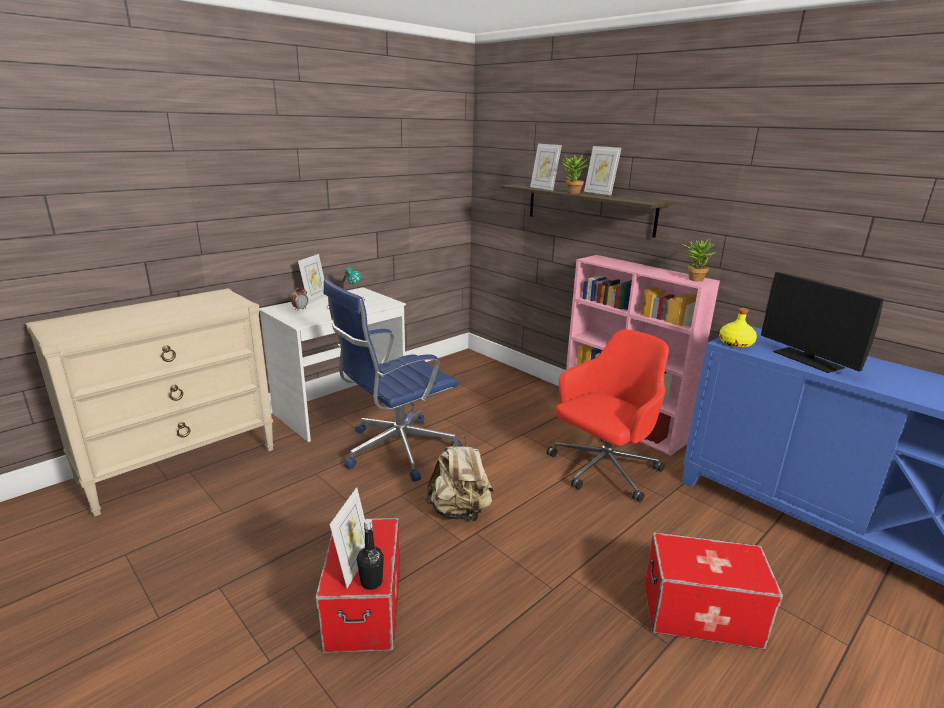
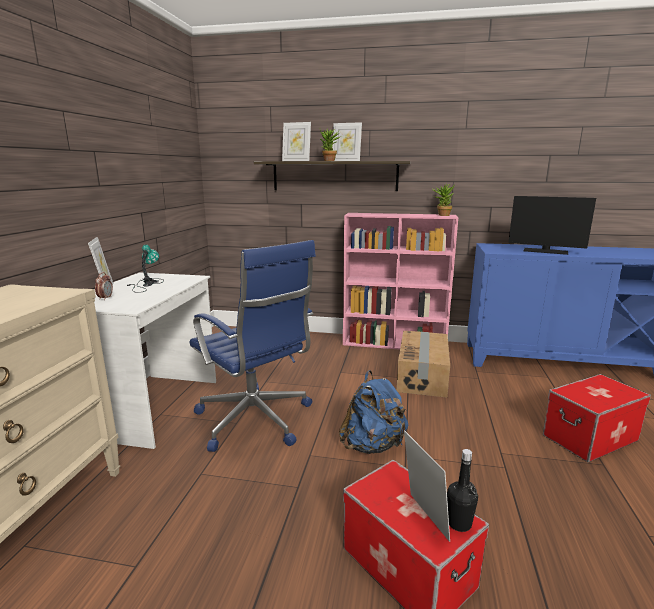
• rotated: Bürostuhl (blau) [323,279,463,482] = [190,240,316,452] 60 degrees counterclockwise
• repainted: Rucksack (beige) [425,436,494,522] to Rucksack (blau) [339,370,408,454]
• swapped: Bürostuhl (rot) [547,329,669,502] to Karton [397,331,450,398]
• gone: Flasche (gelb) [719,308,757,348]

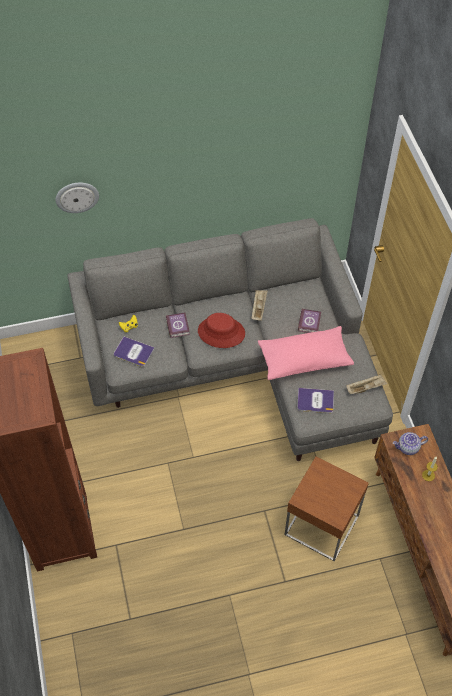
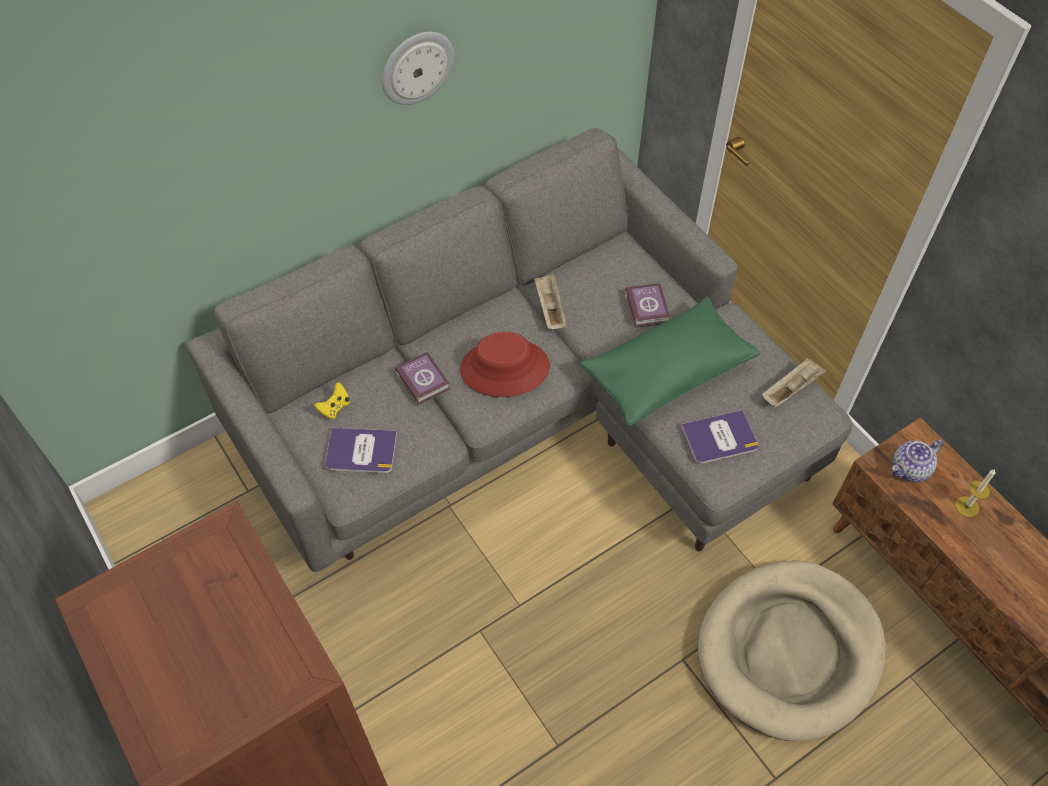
• shifted: Wanduhr [56,183,99,213] to [382,32,454,105]
• repainted: Kissen (rosa) [258,326,354,380] to Kissen (grün) [580,297,760,426]
• swapped: Beistelltisch (braun) [284,456,369,561] to Hundebett (beige) [698,560,886,741]

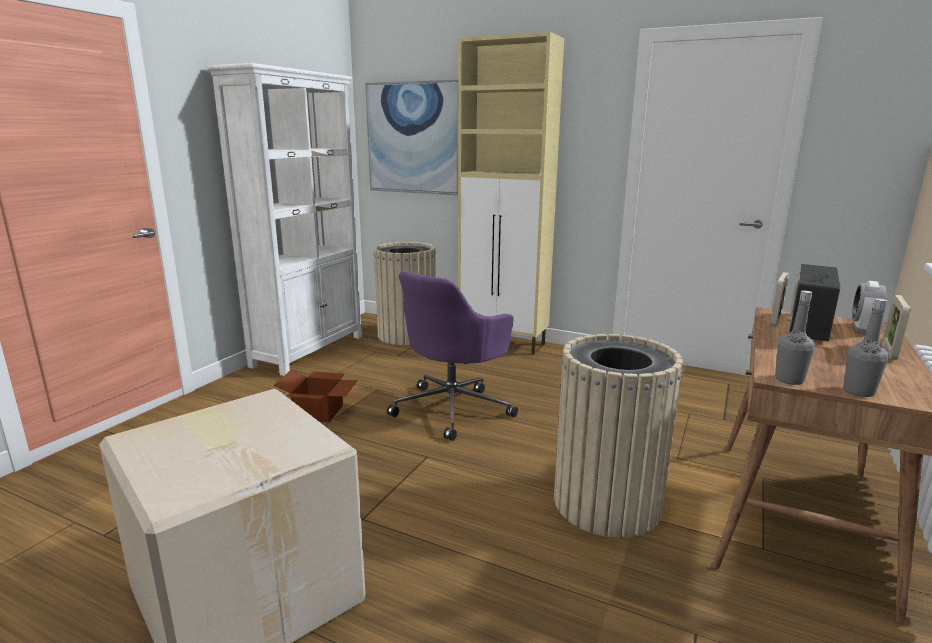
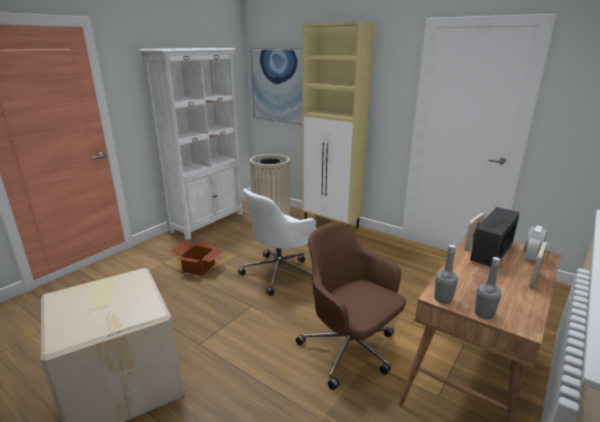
• repainted: Bürostuhl (lila) [387,271,518,441] to Bürostuhl (weiß) [238,188,317,296]
• swapped: Mülleimer (beige) [554,334,683,538] to Bürostuhl (braun) [296,222,406,390]

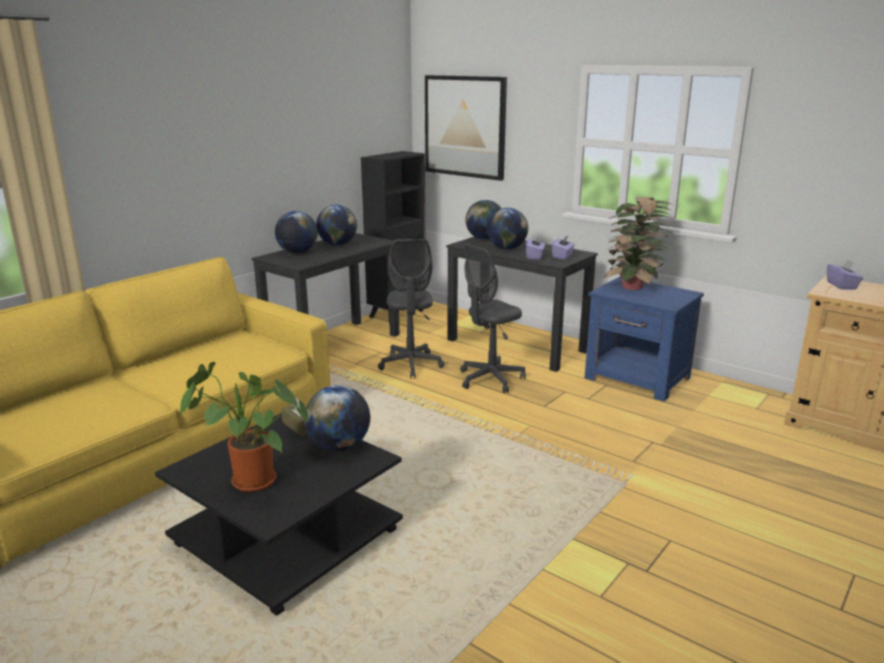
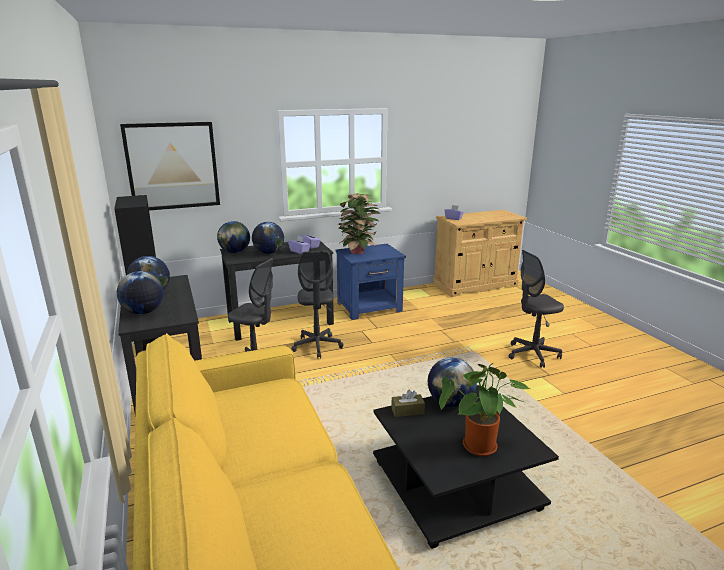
• new: Bürostuhl (grau) [509,250,564,368]

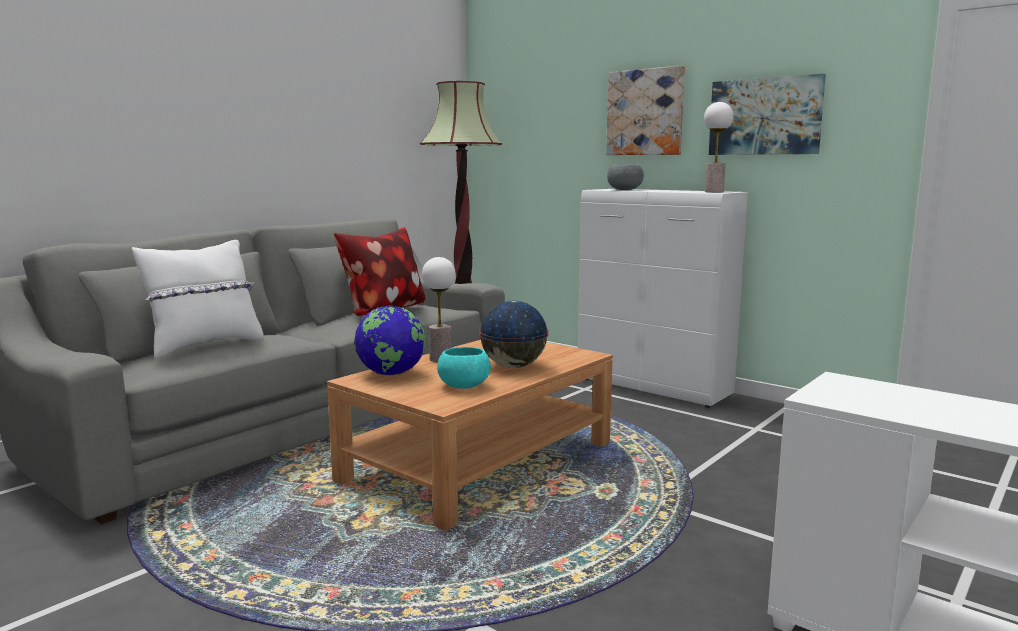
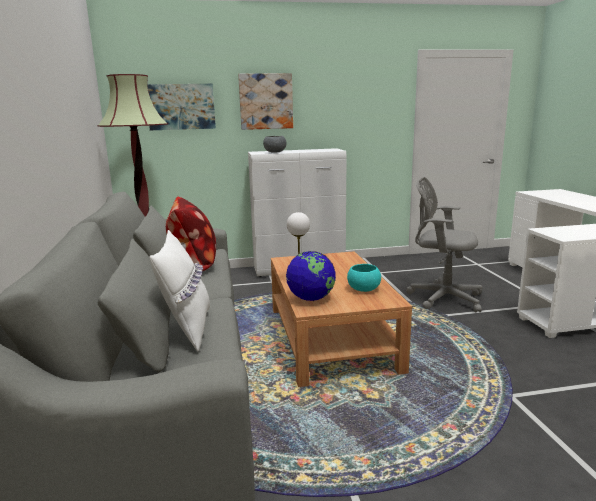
• gone: Globus [479,301,549,368]
• gone: Tischlampe [704,102,733,192]
• shifted: Bild [709,74,826,155] to [147,84,216,130]
• new: Bürostuhl (grau) [406,177,483,313]

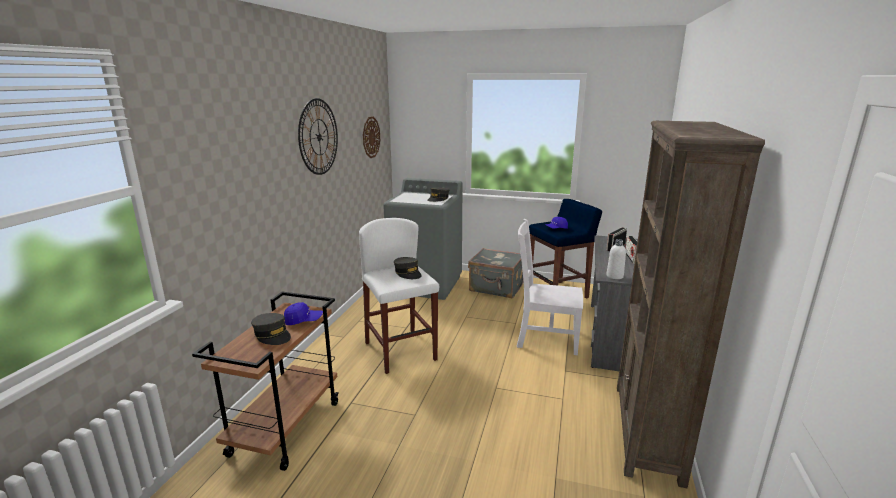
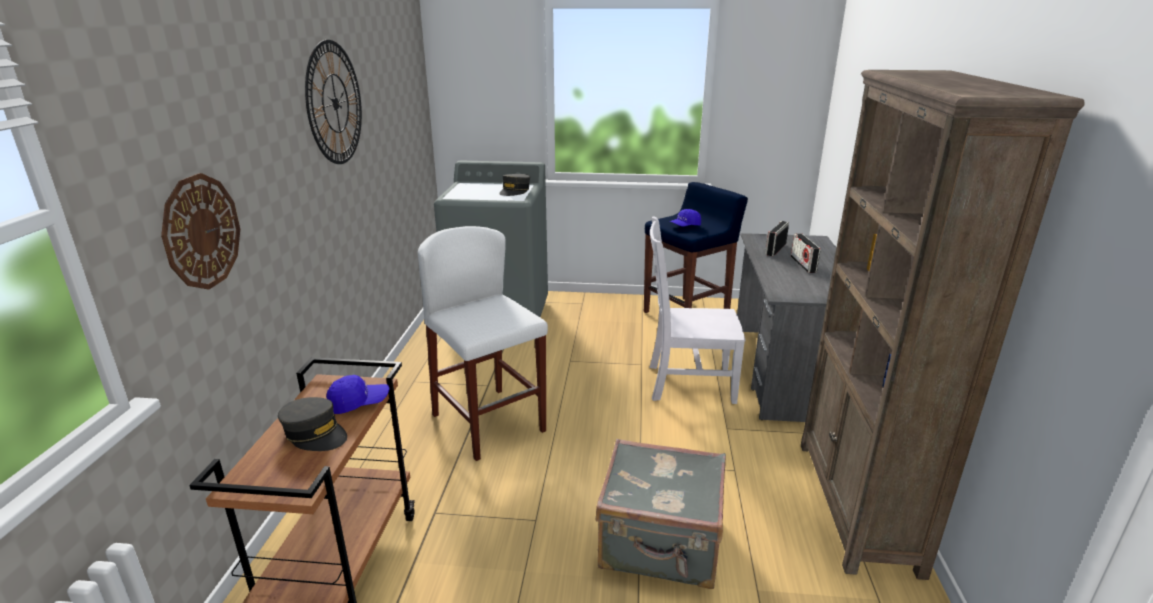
• shifted: Wanduhr [363,117,380,158] to [161,173,240,289]
• gone: Kappe (grau) [394,257,422,279]
• shifted: Koffer (grau) [468,248,523,298] to [596,439,726,589]
• gone: Flasche (weiß) [606,239,626,279]

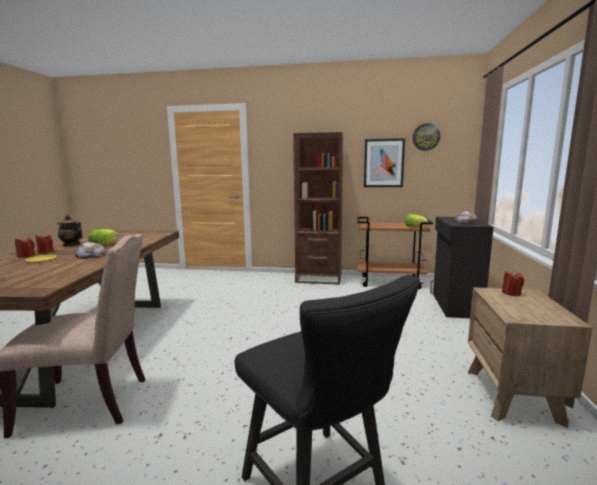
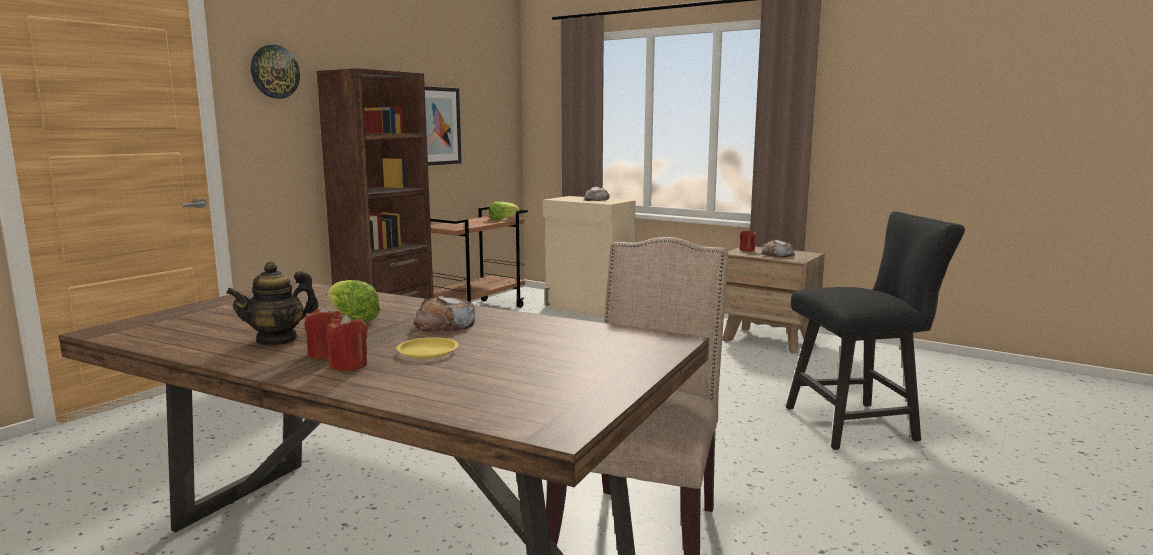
• shifted: Wanduhr [413,123,440,151] to [251,45,300,99]
• repainted: Schrank (schwarz) [430,217,494,318] to Schrank (beige) [543,196,635,317]
• new: Brot [761,240,795,257]

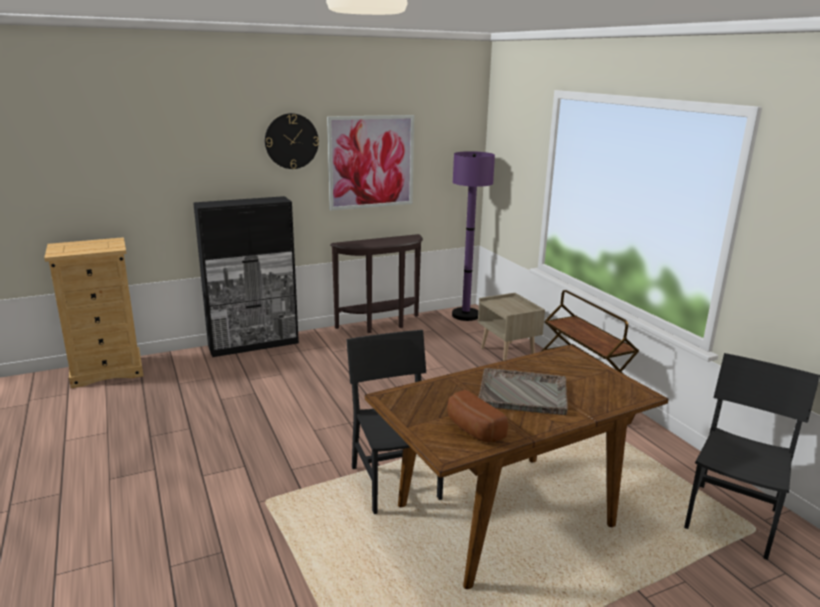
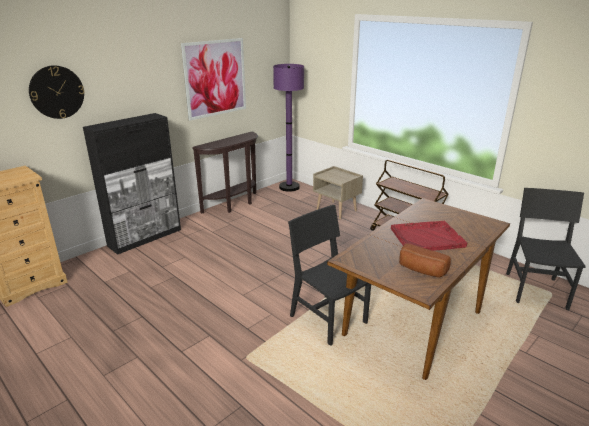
• shifted: Wanduhr [265,113,319,169] to [29,65,84,119]
• repainted: Tablett (grau) [479,368,568,415] to Tablett (rot) [391,221,467,251]

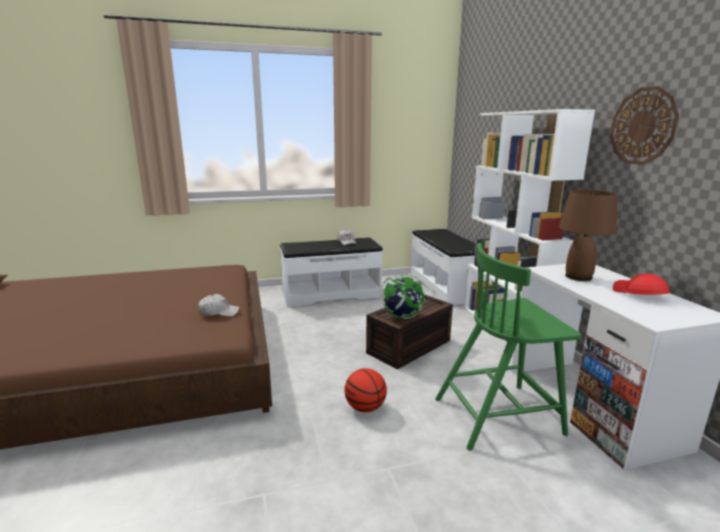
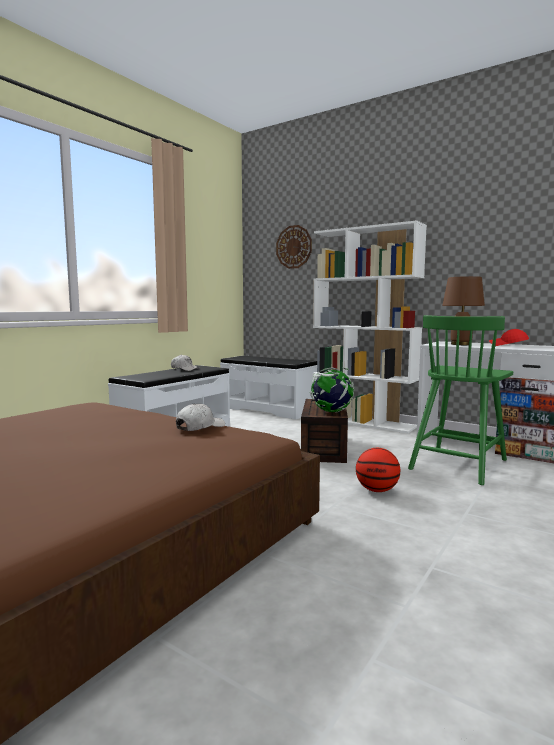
• shifted: Wanduhr [610,86,679,165] to [276,225,312,269]

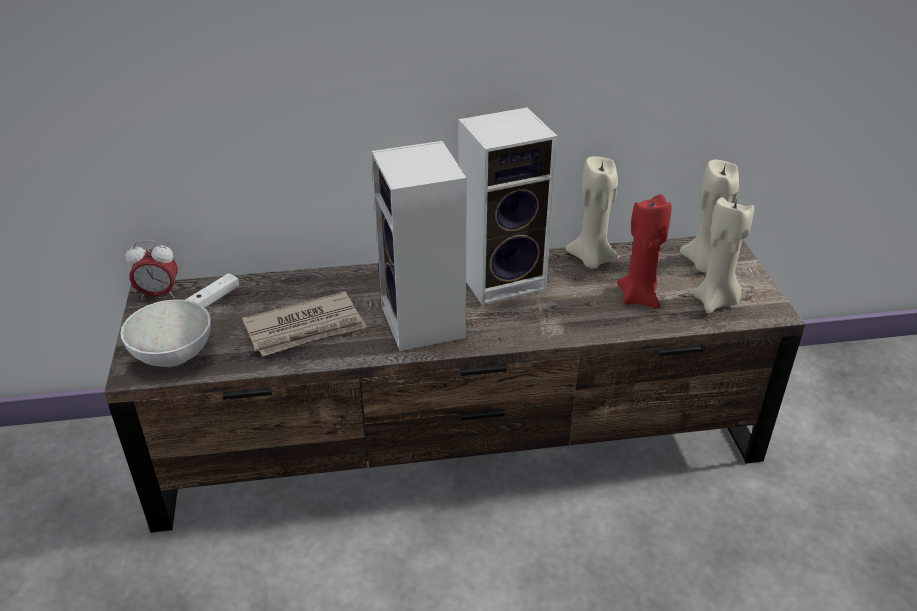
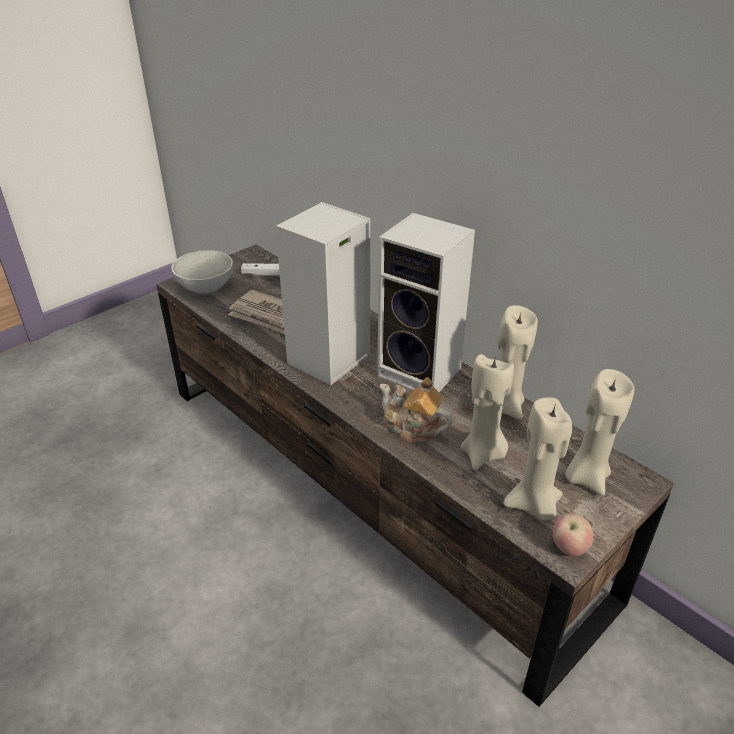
• gone: Wecker [125,241,178,300]
• repainted: Kerze (rot) [617,194,672,309] to Kerze (beige) [461,354,514,470]
• new: Teekanne [380,377,453,443]
• new: Apfel [553,513,594,556]

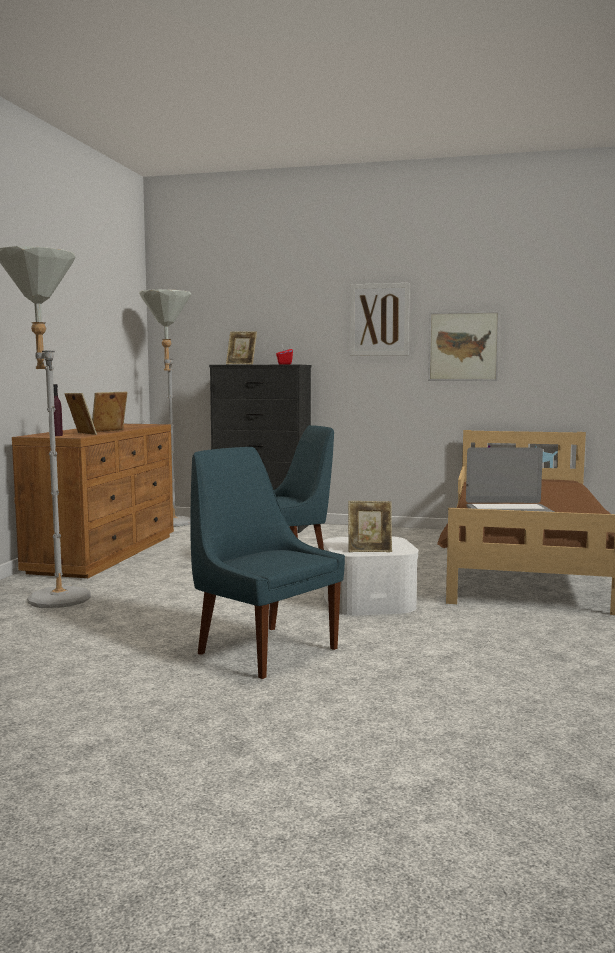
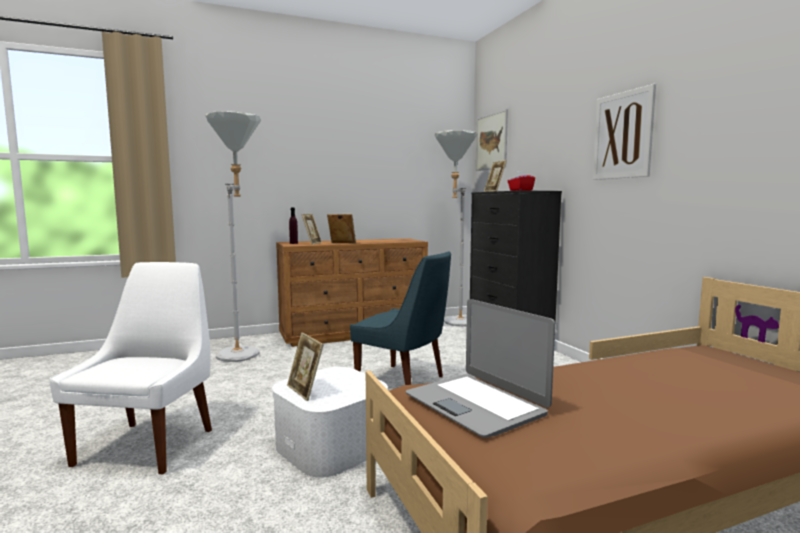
• repainted: Stuhl (blau) [190,447,345,679] to Stuhl (weiß) [49,262,212,475]
• shifted: Bild [428,311,500,381] to [476,109,508,171]

